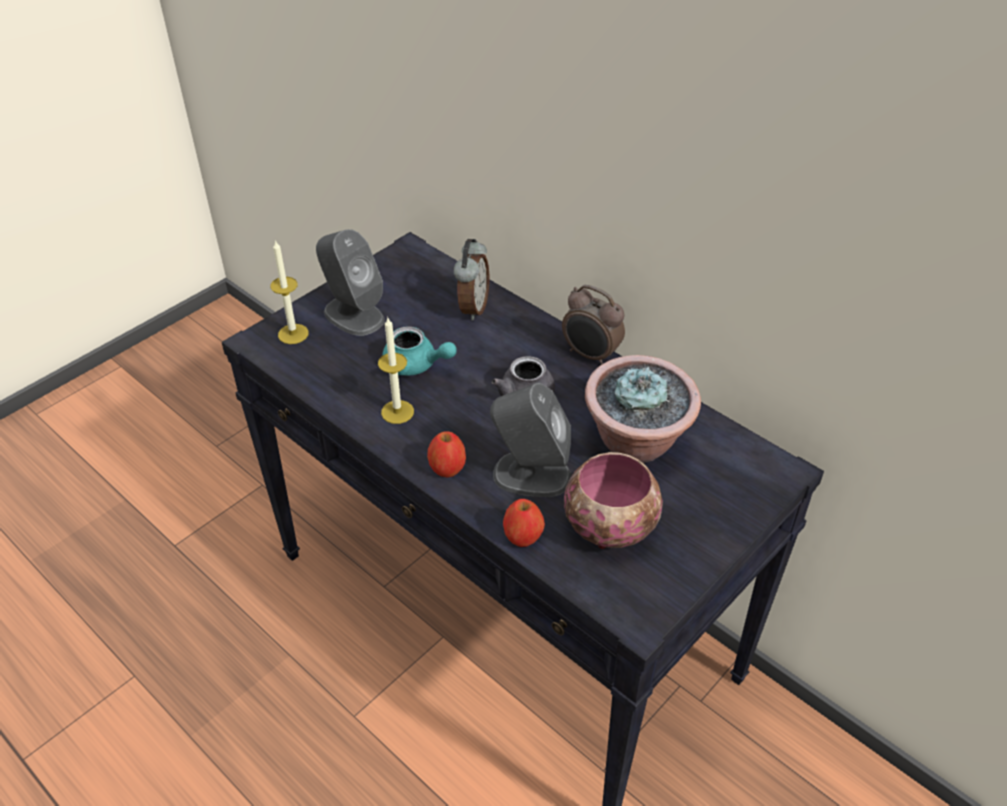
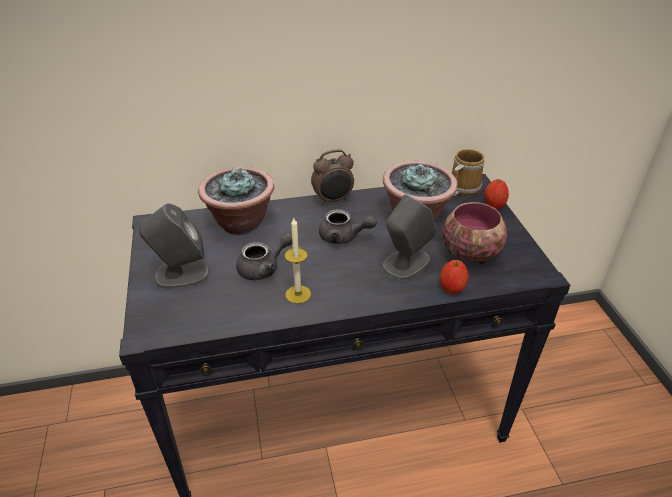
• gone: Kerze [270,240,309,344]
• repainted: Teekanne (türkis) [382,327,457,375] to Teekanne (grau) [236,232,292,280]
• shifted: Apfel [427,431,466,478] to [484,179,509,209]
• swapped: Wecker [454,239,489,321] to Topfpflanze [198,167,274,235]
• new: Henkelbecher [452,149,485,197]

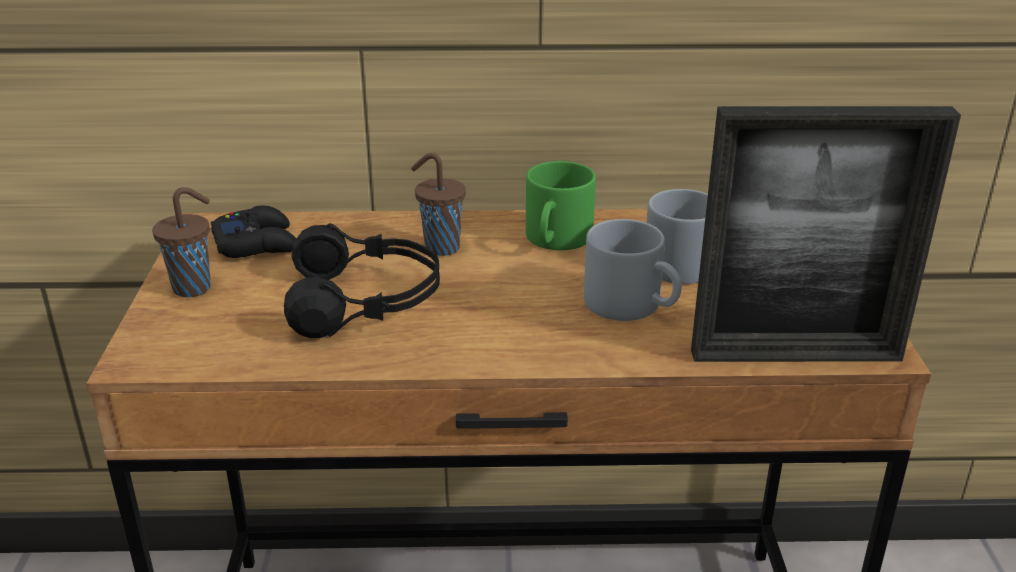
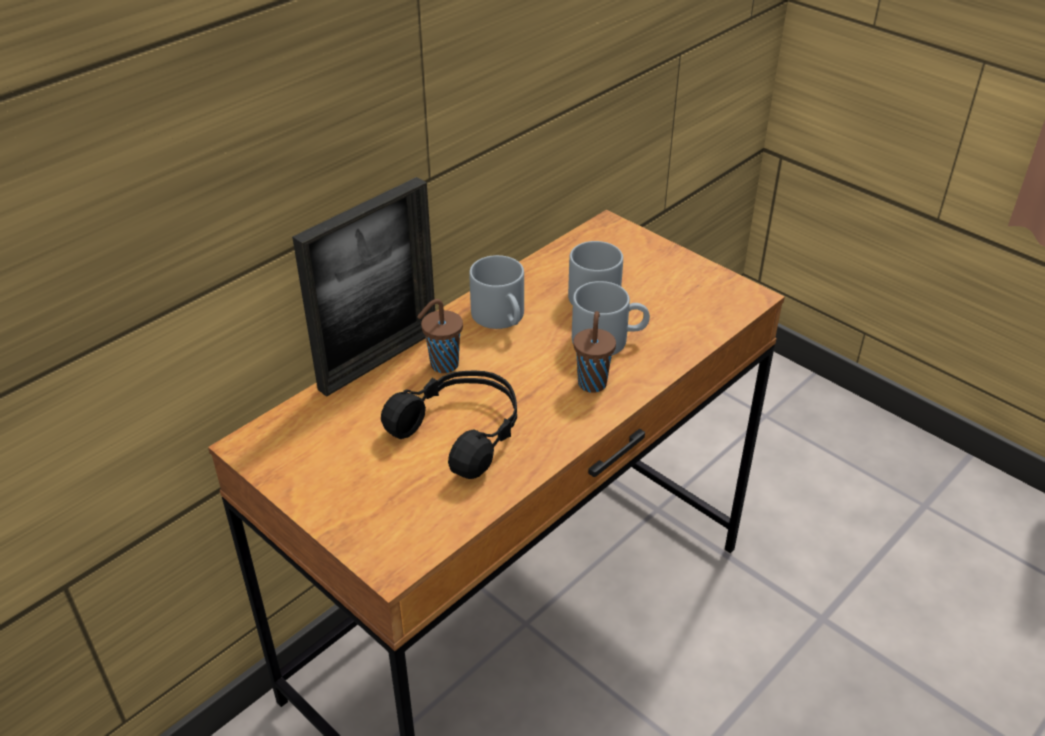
• shifted: Tasse (braun) [152,187,211,297] to [573,311,616,393]
• gone: Gamepad (schwarz) [211,206,296,258]
• repainted: Henkelbecher (grün) [526,161,596,250] to Henkelbecher (grau) [469,255,524,329]
• shifted: Bilderrahmen [691,106,961,362] to [292,177,435,397]

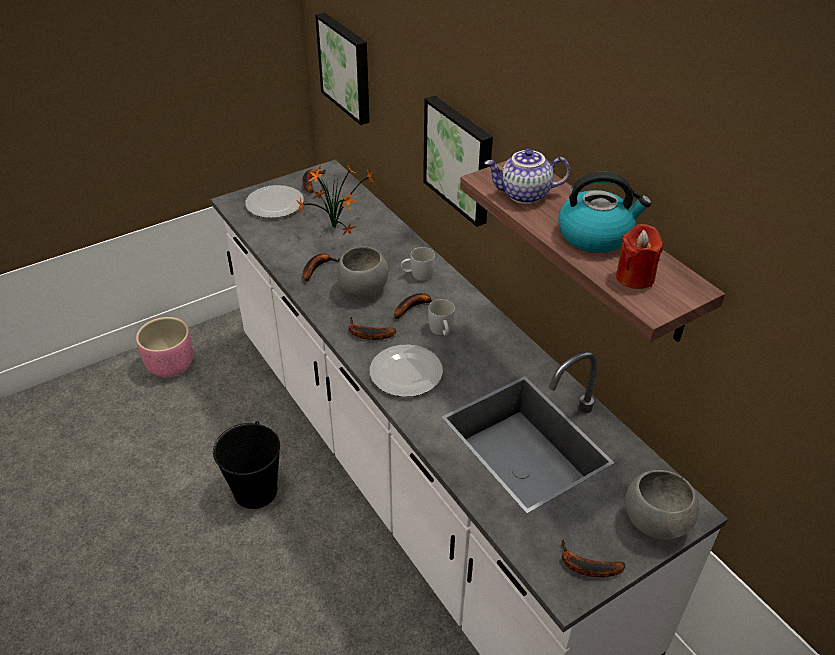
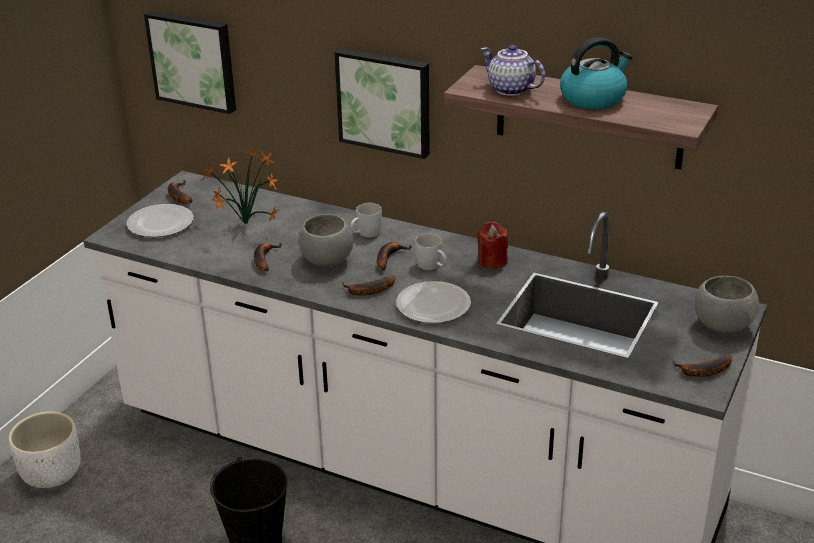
• repainted: Pflanzkübel (rosa) [136,317,193,377] to Pflanzkübel (weiß) [8,411,81,488]
• rotated: Teekanne [485,149,570,204] = [481,45,545,96] 75 degrees clockwise
• shifted: Kerze (rot) [616,224,663,289] to [477,222,508,269]

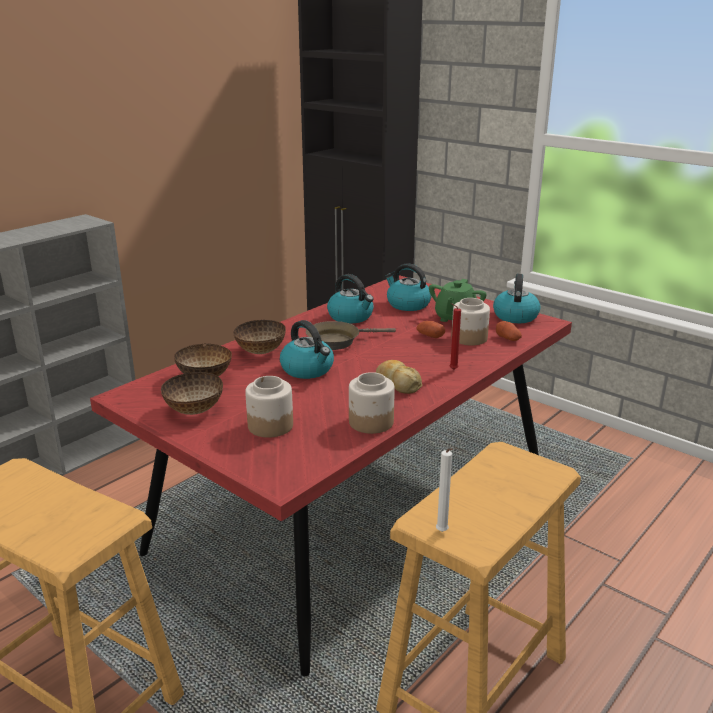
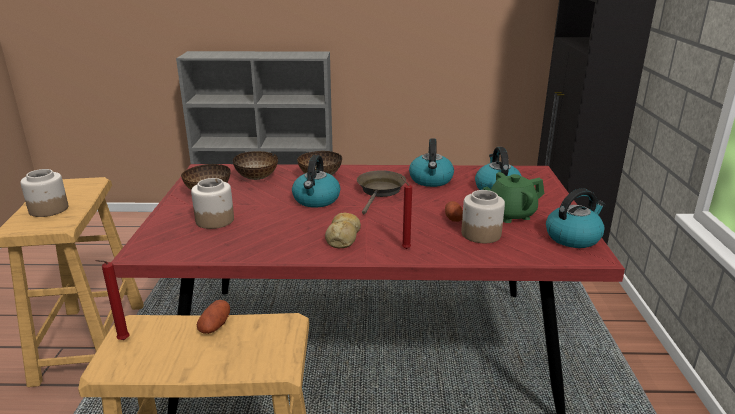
• rotated: Pfanne (braun) [306,321,396,350] = [357,170,406,214] 75 degrees clockwise
• shifted: Vorratsglas [349,372,395,434] to [20,169,68,217]
• repainted: Kerze (weiß) [436,448,453,532] to Kerze (rot) [96,260,130,340]
• shifted: Kartoffel [496,321,522,341] to [197,300,230,334]

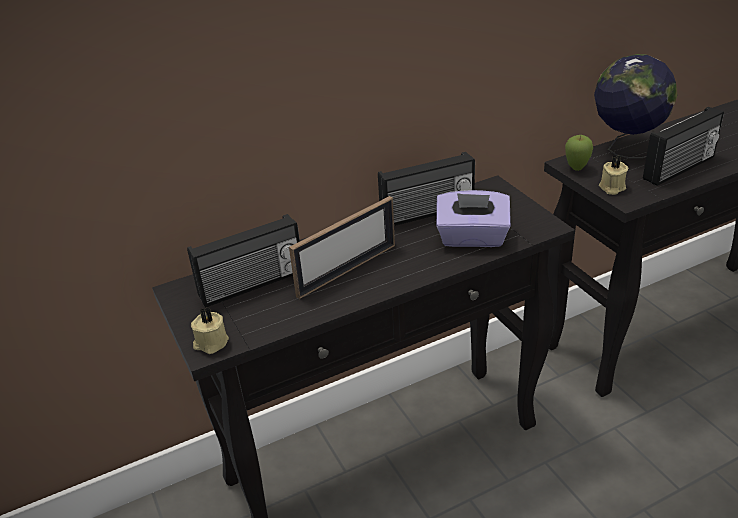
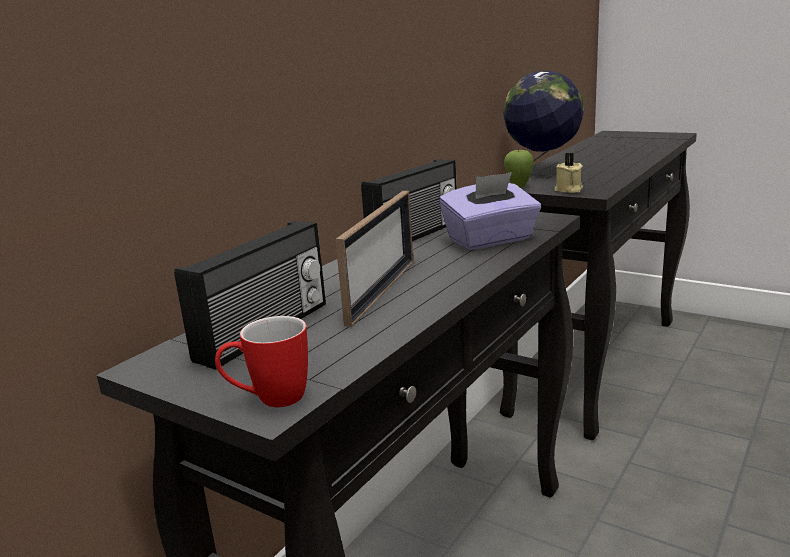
• swapped: Kerze (beige) [191,307,229,354] to Henkelbecher [215,316,308,407]
• gone: Radio [643,107,724,186]

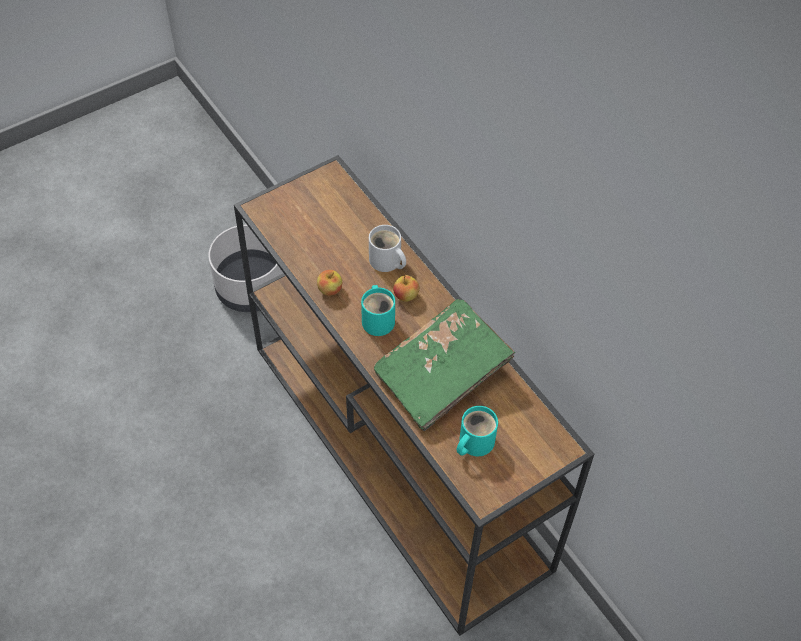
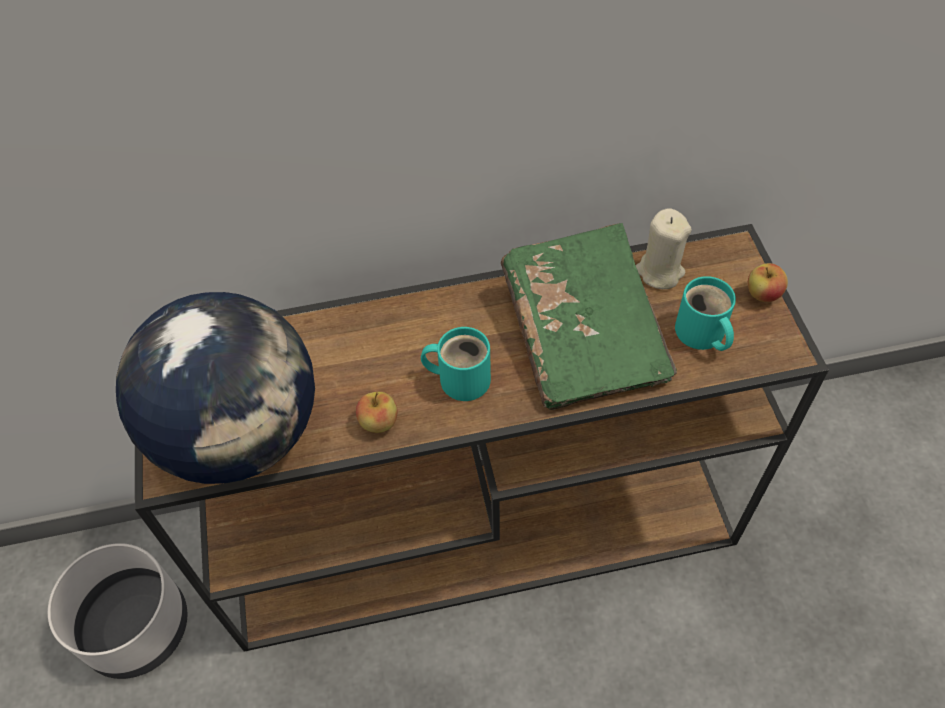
• gone: Henkelbecher (weiß) [369,225,406,272]
• shifted: Apfel [393,275,420,302] to [748,263,788,302]
• new: Globus [116,292,315,484]
• new: Kerze (beige) [636,208,692,289]

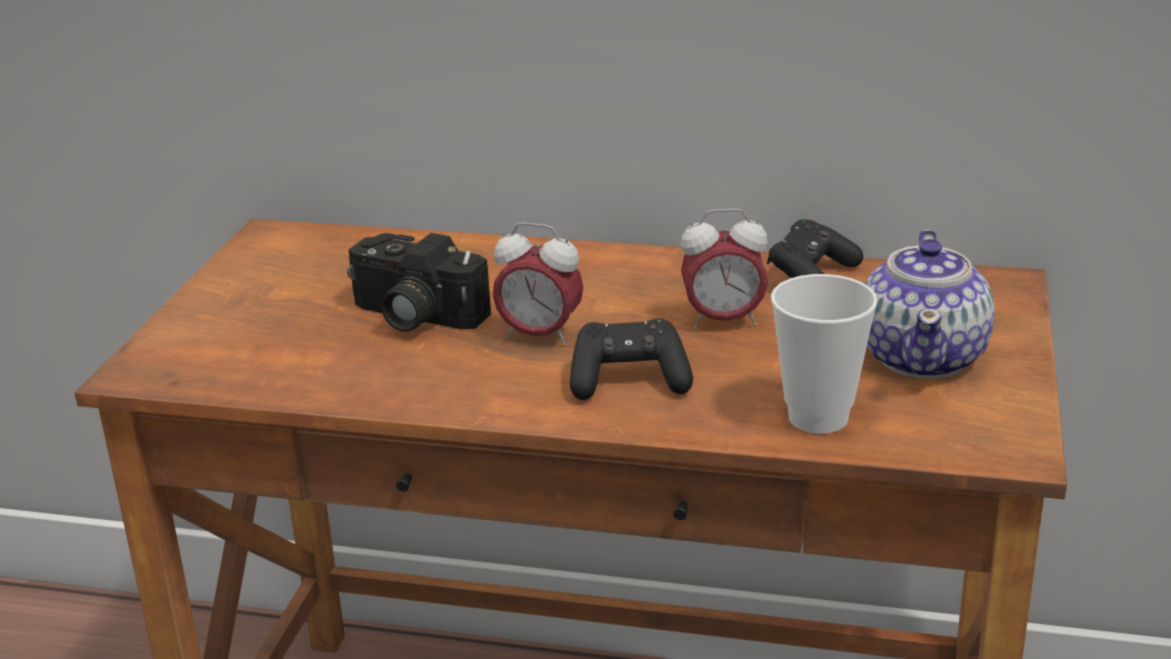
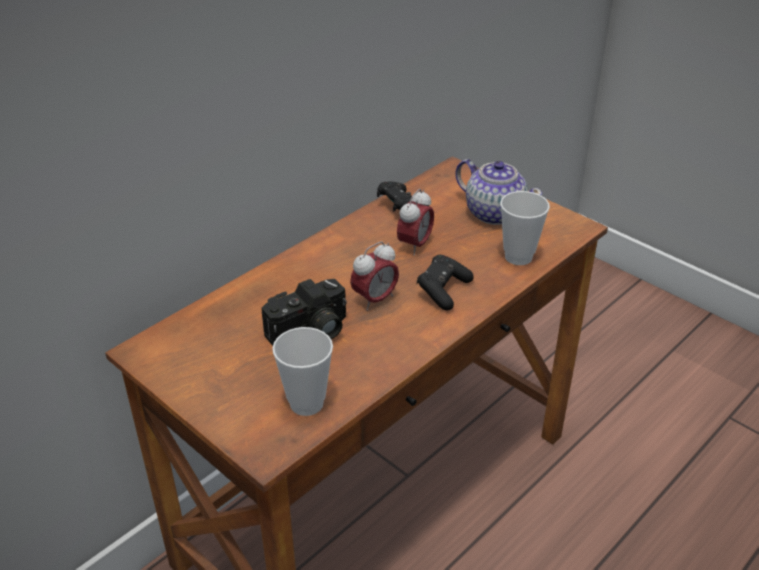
• new: Tasse [272,327,333,416]

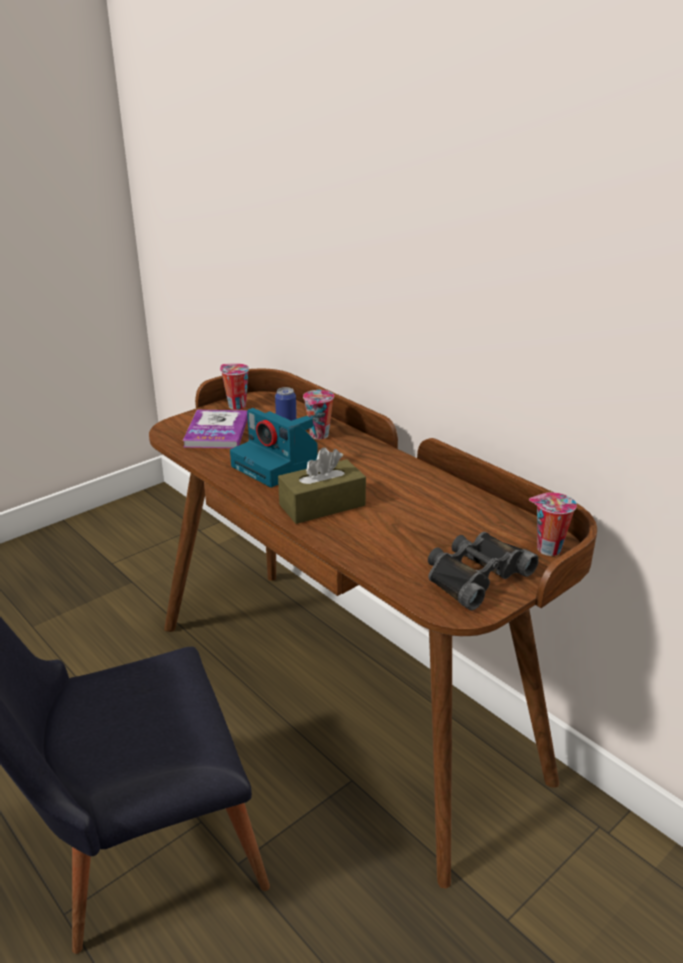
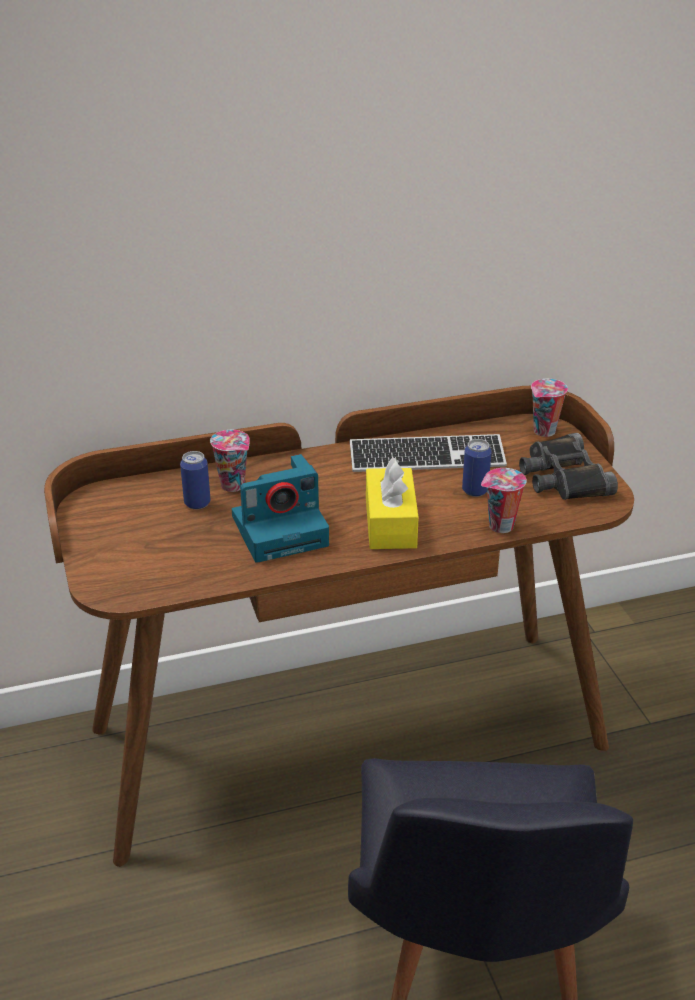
• gone: Buch [183,410,248,448]
• shifted: Tasse [220,363,249,410] to [481,468,527,533]
• repainted: Taschentuchbox (braun) [278,447,366,524] to Taschentuchbox (gelb) [366,457,419,549]
• new: Tastatur [350,434,507,472]
• new: Dose [462,439,492,497]

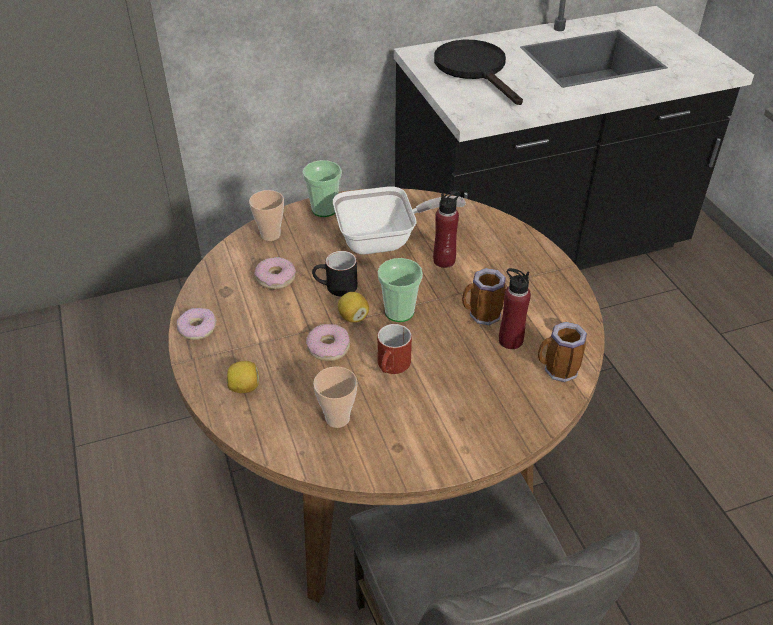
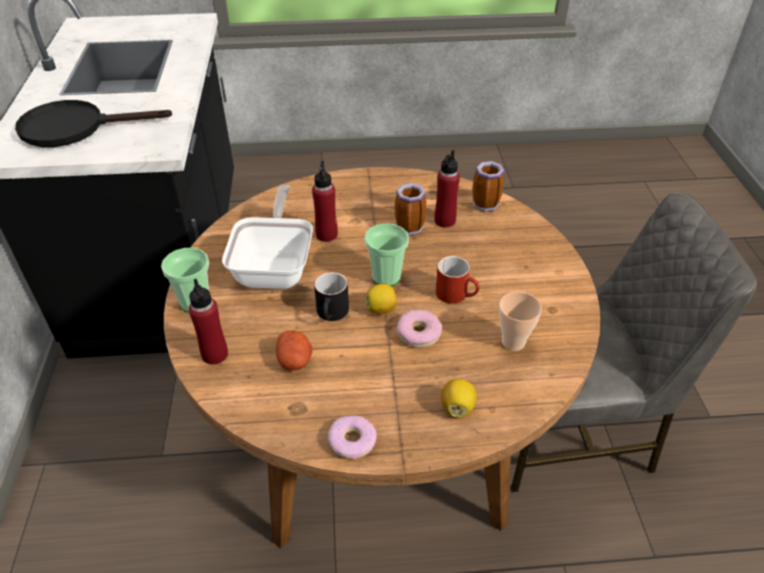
• swapped: Tasse [249,190,284,241] to Flasche (rot) [189,279,228,365]
• swapped: Donut [255,257,296,289] to Kartoffel [276,330,313,371]

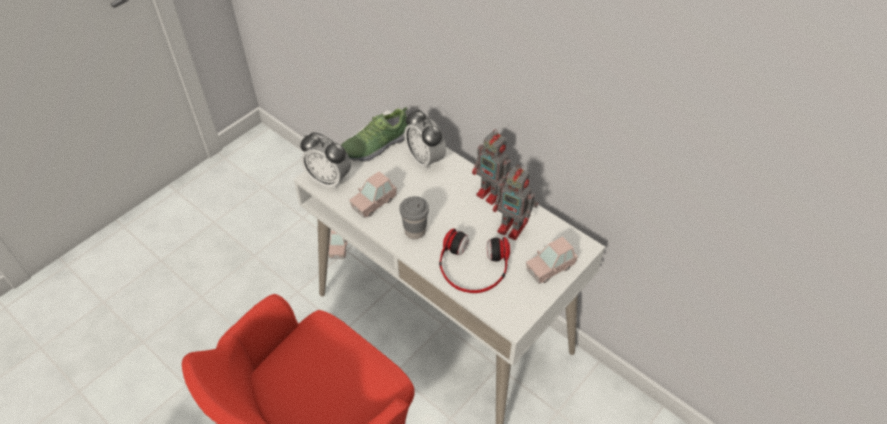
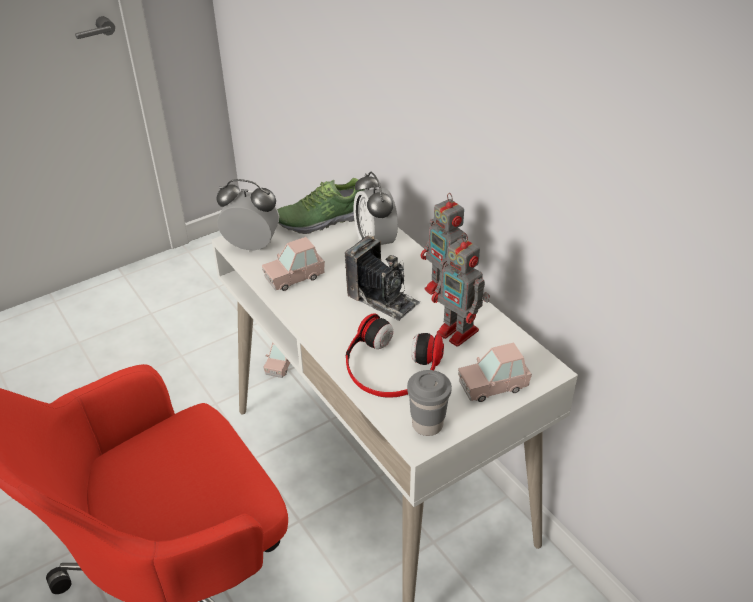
• rotated: Wecker [300,132,351,190] = [216,179,279,252] 150 degrees clockwise
• shifted: Tasse (grau) [399,196,429,239] to [407,370,452,436]
• new: Kamera [345,235,420,321]

